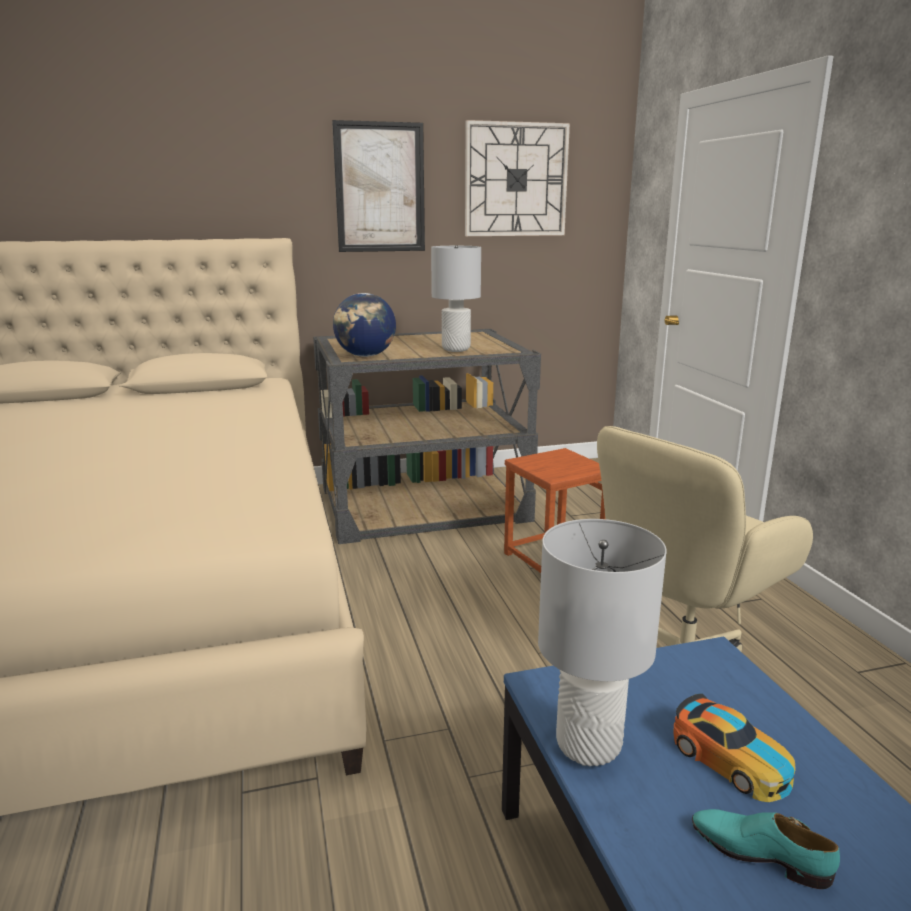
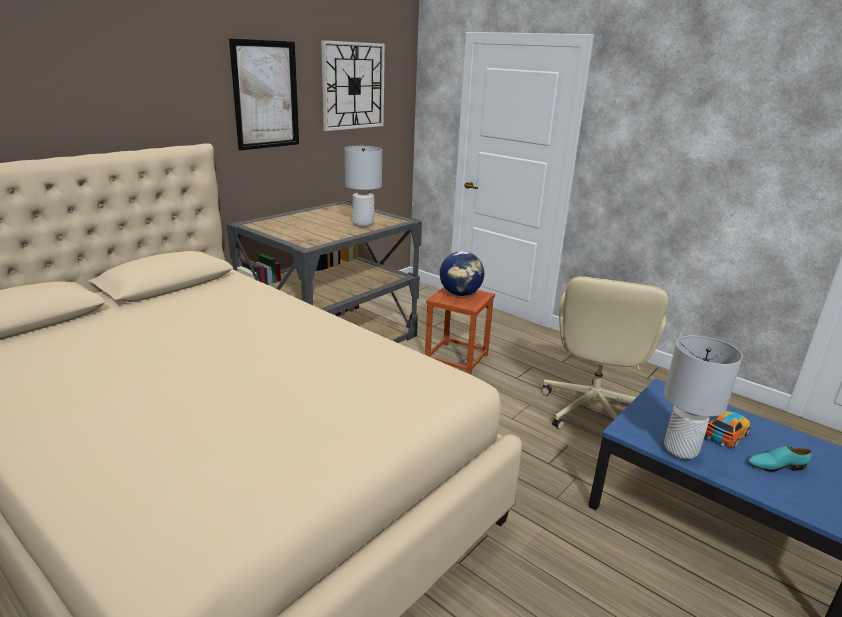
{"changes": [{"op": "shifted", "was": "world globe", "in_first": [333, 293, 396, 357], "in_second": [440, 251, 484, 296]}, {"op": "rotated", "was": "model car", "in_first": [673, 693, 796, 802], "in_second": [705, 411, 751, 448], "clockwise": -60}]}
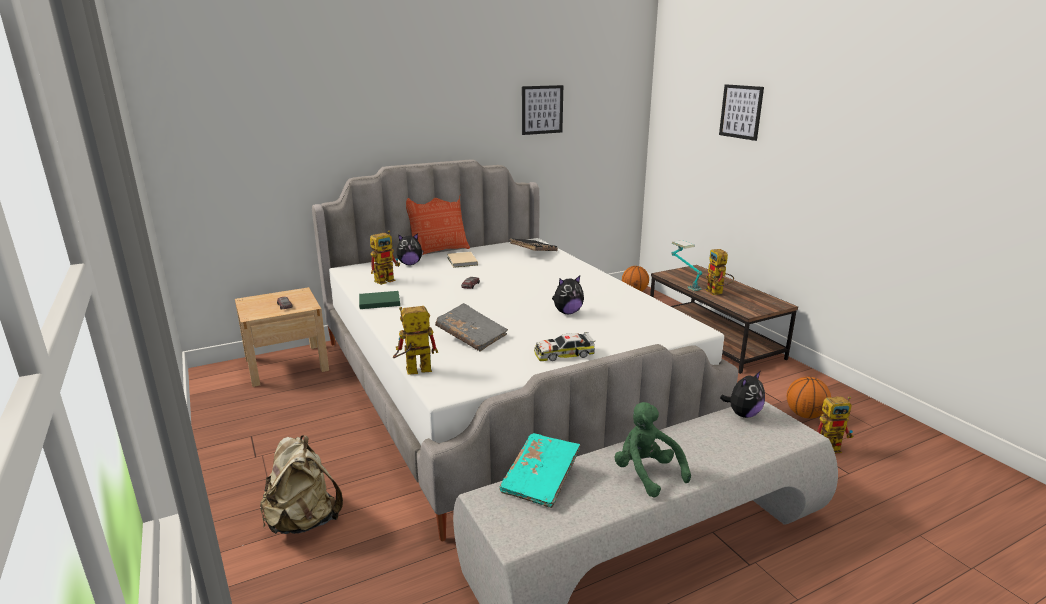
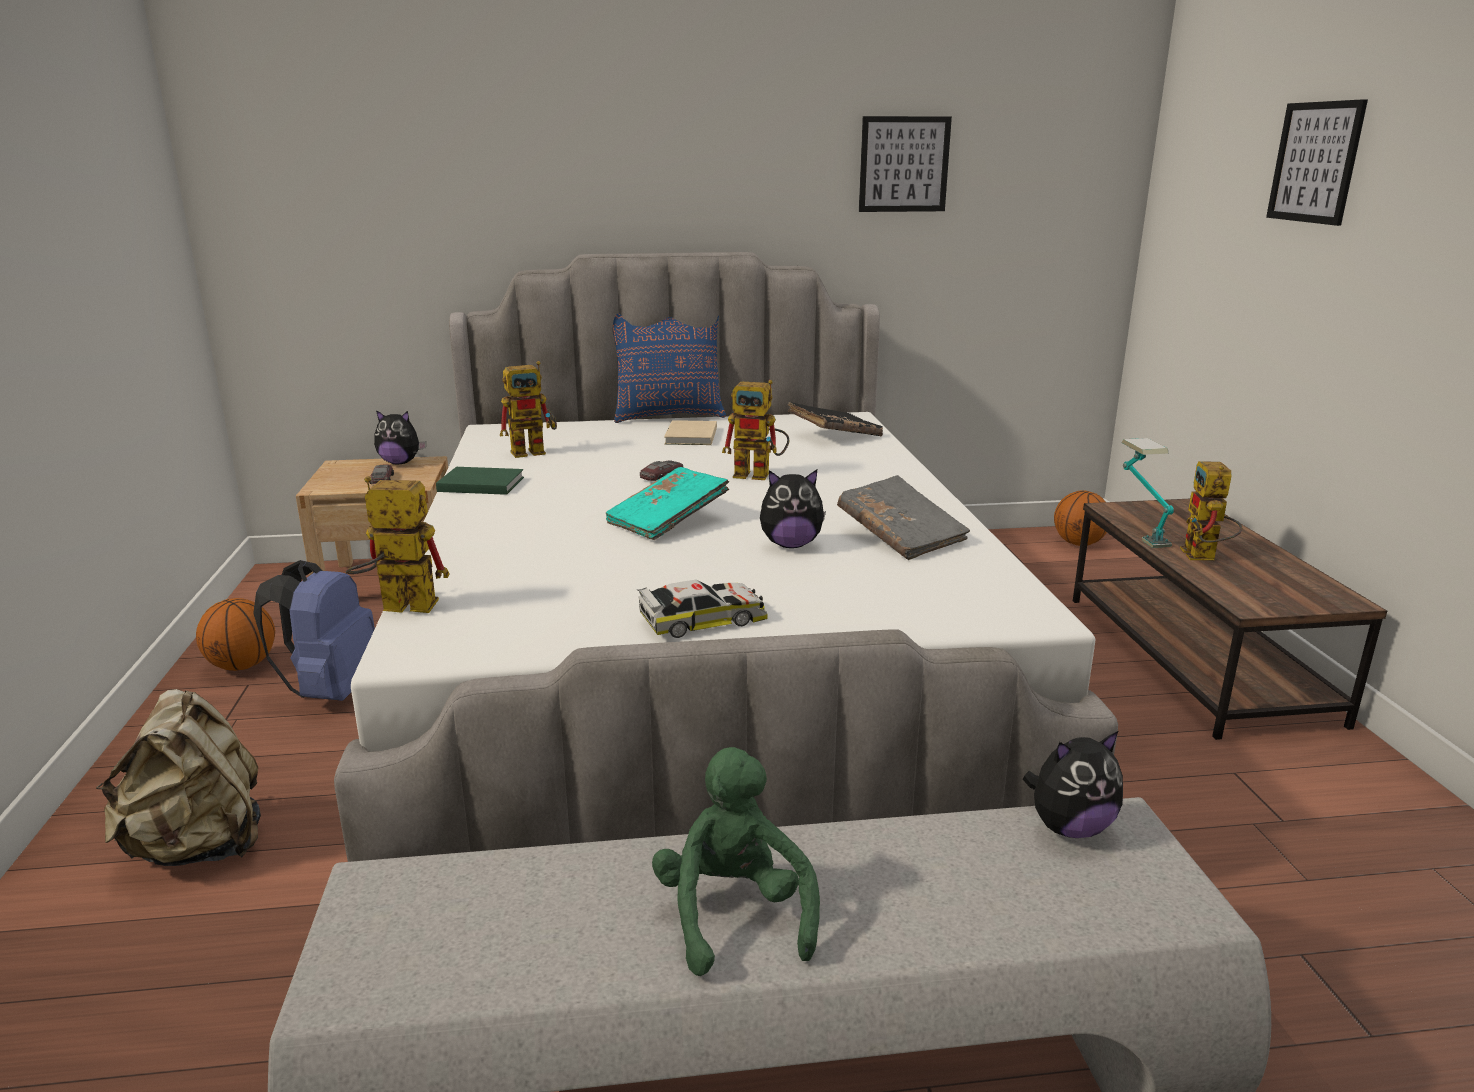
{"changes": [{"op": "shifted", "was": "basketball ball", "in_first": [787, 377, 831, 419], "in_second": [196, 598, 275, 671]}, {"op": "new", "now": "bluish rucksack", "in_second": [253, 560, 375, 701]}, {"op": "shifted", "was": "soft toy", "in_first": [396, 233, 424, 265], "in_second": [374, 410, 426, 464]}, {"op": "shifted", "was": "turquoise-coloured volume", "in_first": [499, 433, 580, 508], "in_second": [606, 467, 729, 540]}, {"op": "repainted", "was": "orangey cushion", "now": "bluish cushion", "in_first": [406, 197, 470, 255], "in_second": [613, 313, 726, 423]}, {"op": "rotated", "was": "model car", "in_first": [534, 332, 595, 361], "in_second": [637, 580, 768, 638], "clockwise": 150}, {"op": "shifted", "was": "robot figure", "in_first": [817, 396, 853, 453], "in_second": [722, 380, 789, 480]}, {"op": "shifted", "was": "gray volume", "in_first": [435, 303, 508, 351], "in_second": [837, 475, 970, 560]}]}
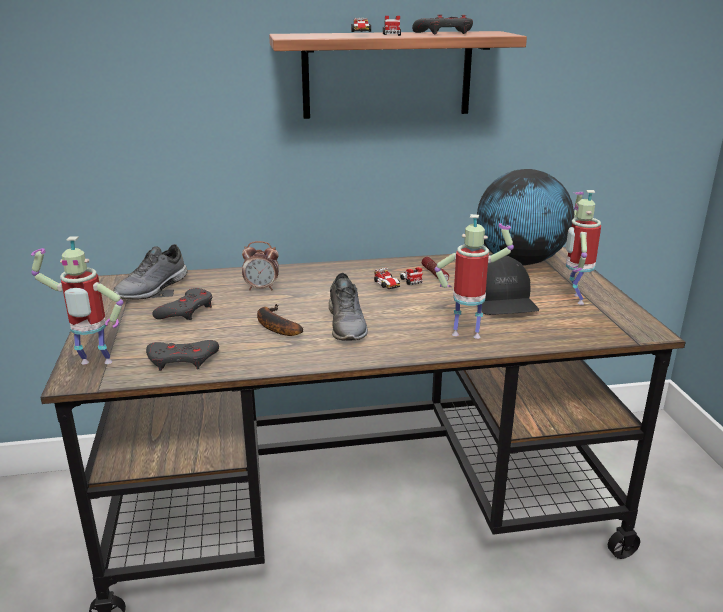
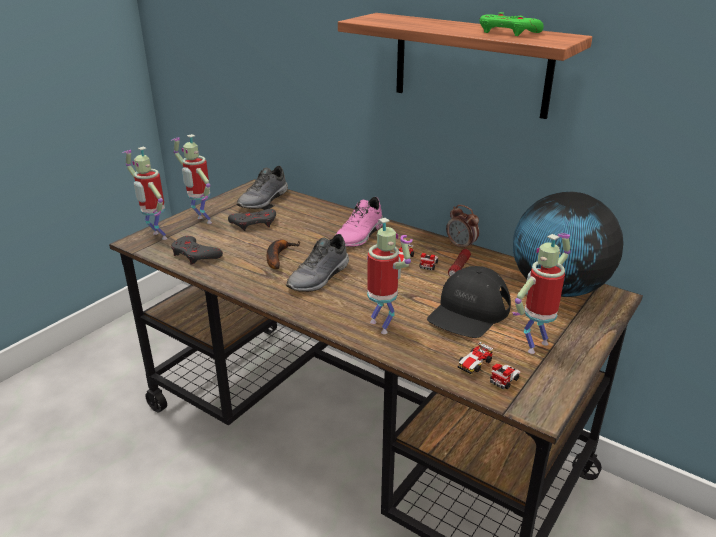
{"changes": [{"op": "new", "now": "robot figure", "in_second": [171, 134, 212, 224]}, {"op": "rotated", "was": "gray shoe", "in_first": [113, 244, 188, 300], "in_second": [236, 166, 288, 209], "clockwise": -45}, {"op": "new", "now": "pinkish shoe", "in_second": [336, 197, 383, 247]}, {"op": "shifted", "was": "alarm clock", "in_first": [242, 241, 279, 290], "in_second": [446, 205, 479, 249]}, {"op": "shifted", "was": "model car", "in_first": [351, 16, 401, 36], "in_second": [458, 342, 521, 389]}, {"op": "repainted", "was": "gray gamepad", "now": "green gamepad", "in_first": [412, 14, 473, 34], "in_second": [479, 12, 544, 36]}]}
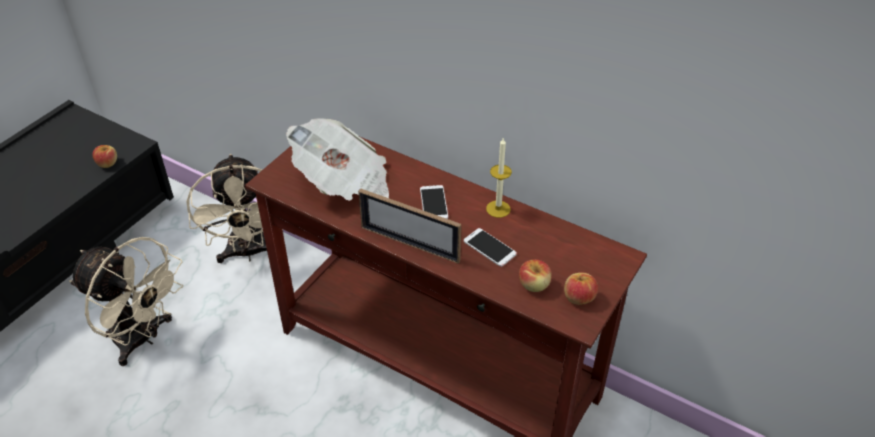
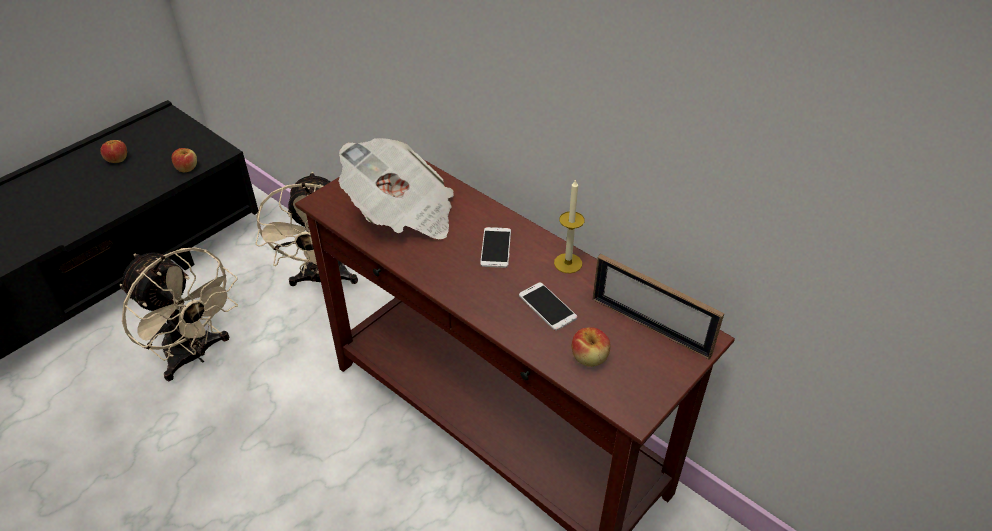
{"changes": [{"op": "shifted", "was": "whole apple", "in_first": [564, 272, 598, 305], "in_second": [100, 140, 127, 163]}, {"op": "shifted", "was": "photo frame", "in_first": [358, 189, 461, 264], "in_second": [593, 254, 724, 360]}]}
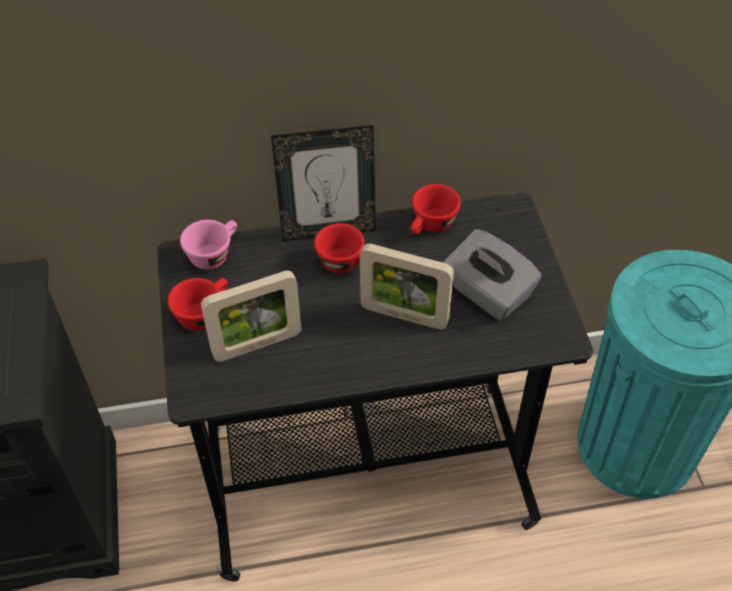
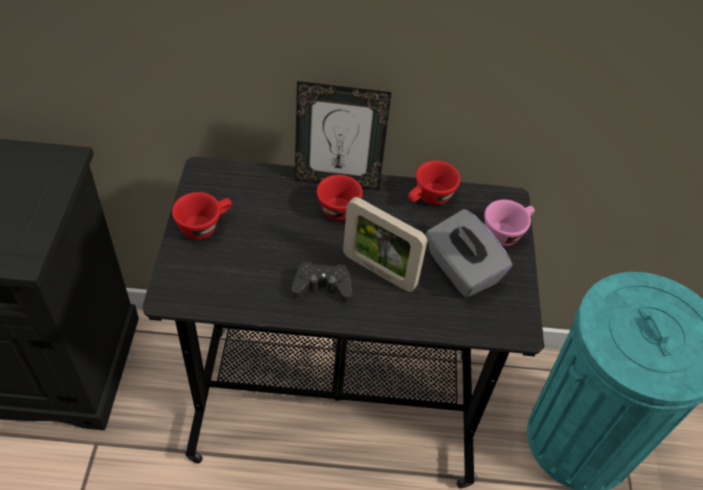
{"changes": [{"op": "new", "now": "black gamepad", "in_second": [291, 262, 352, 302]}, {"op": "shifted", "was": "pinkish drinking cup", "in_first": [180, 220, 237, 270], "in_second": [484, 200, 535, 246]}, {"op": "gone", "was": "photo frame", "in_first": [201, 270, 302, 362]}]}
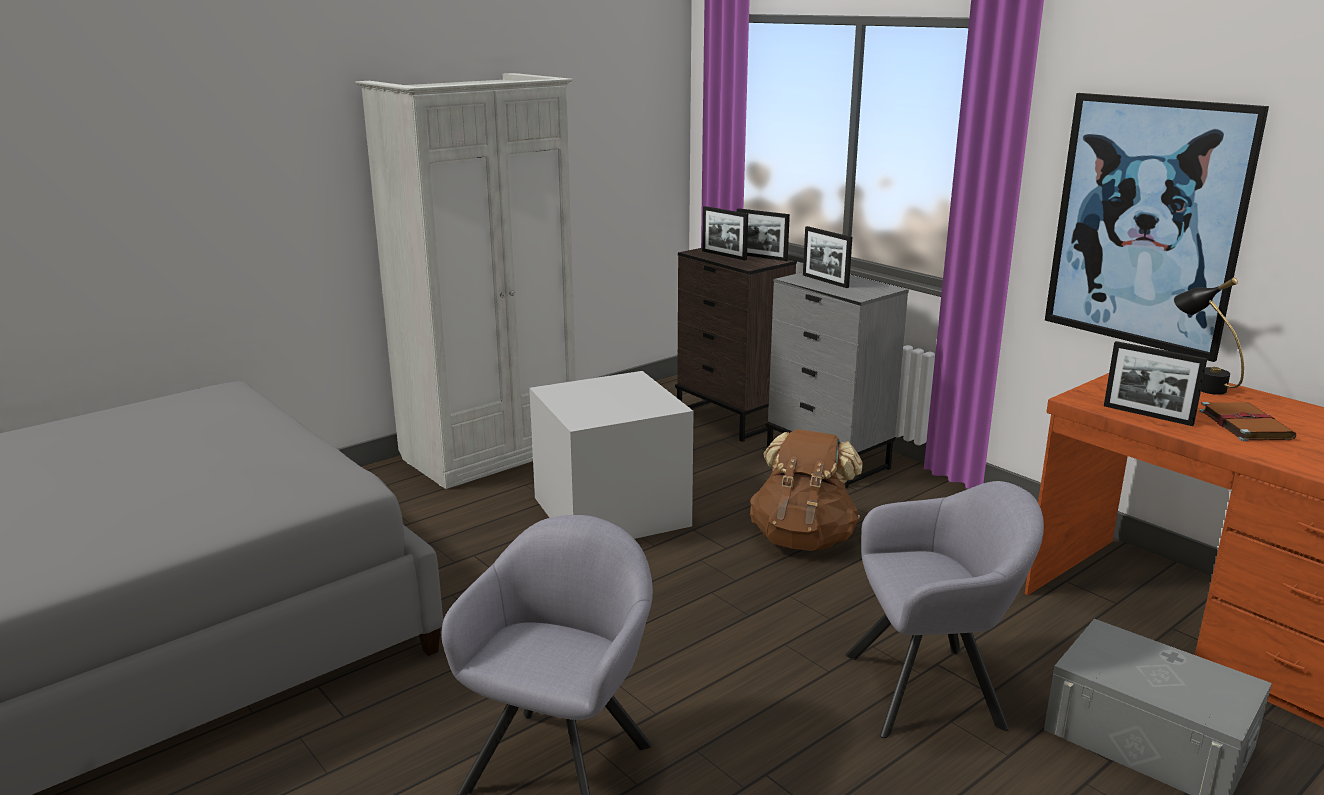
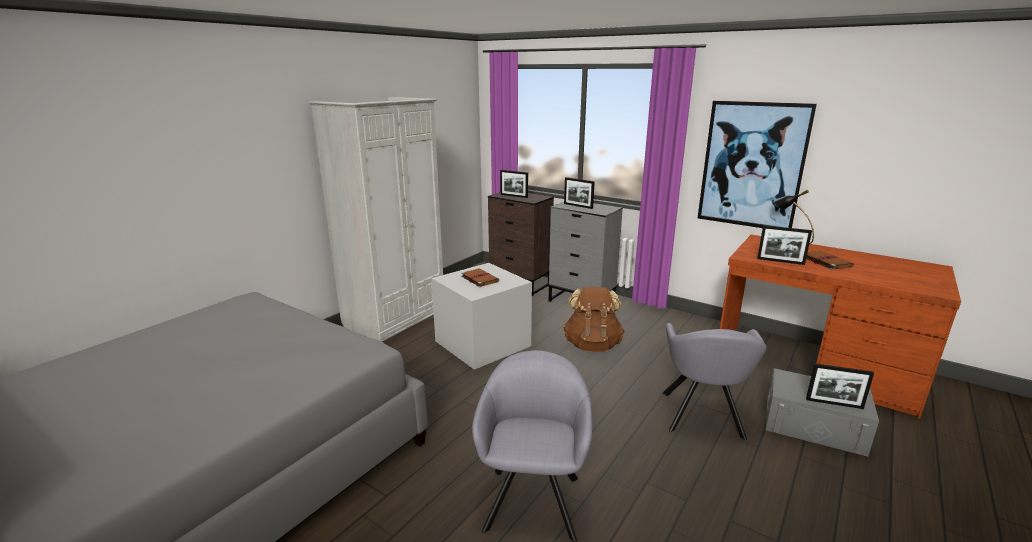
{"changes": [{"op": "new", "now": "brown volume", "in_second": [461, 269, 499, 287]}, {"op": "rotated", "was": "gray lounge chair", "in_first": [846, 481, 1044, 738], "in_second": [663, 323, 767, 440], "clockwise": 120}, {"op": "shifted", "was": "photo frame", "in_first": [737, 208, 790, 261], "in_second": [806, 363, 874, 409]}]}
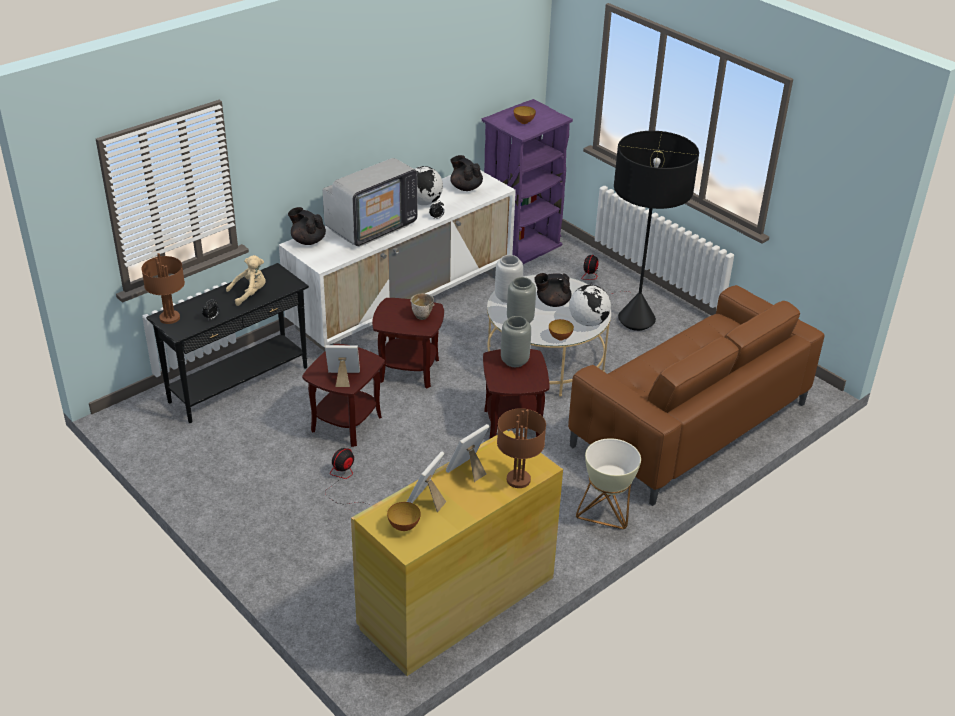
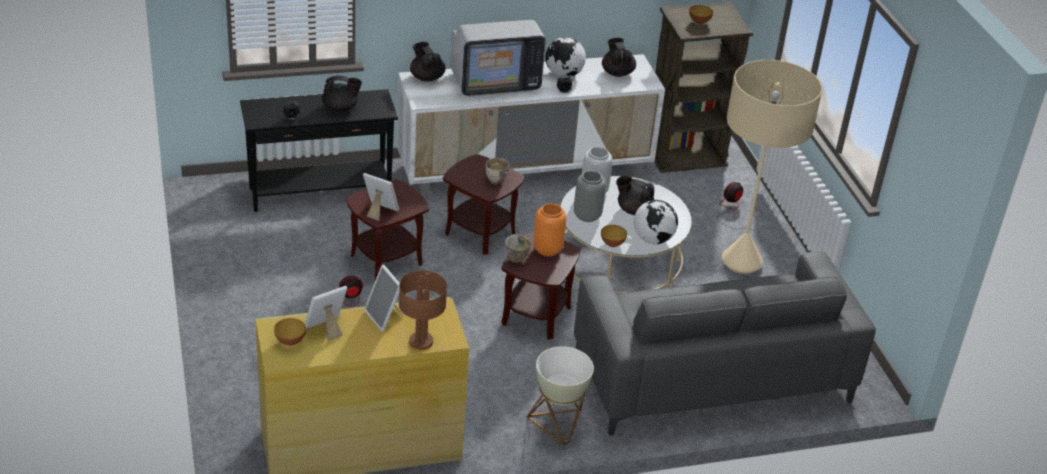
{"changes": [{"op": "swapped", "was": "sand-coloured soft toy", "now": "black teapot", "in_first": [226, 255, 266, 306], "in_second": [322, 75, 362, 112]}, {"op": "rotated", "was": "photo frame", "in_first": [446, 424, 489, 482], "in_second": [364, 265, 404, 332], "clockwise": -105}, {"op": "new", "now": "bowl", "in_second": [505, 235, 531, 263]}, {"op": "repainted", "was": "gray decorative vase", "now": "orangey decorative vase", "in_first": [501, 316, 531, 367], "in_second": [533, 203, 566, 256]}, {"op": "repainted", "was": "brown couch", "now": "gray couch", "in_first": [568, 285, 824, 506], "in_second": [574, 251, 876, 436]}, {"op": "repainted", "was": "purple bookcase", "now": "brown bookcase", "in_first": [482, 99, 573, 264], "in_second": [655, 3, 753, 173]}, {"op": "repainted", "was": "black standing lamp", "now": "sand-coloured standing lamp", "in_first": [614, 131, 699, 331], "in_second": [722, 60, 822, 274]}, {"op": "gone", "was": "brown tabletop lamp", "in_first": [141, 253, 185, 324]}]}
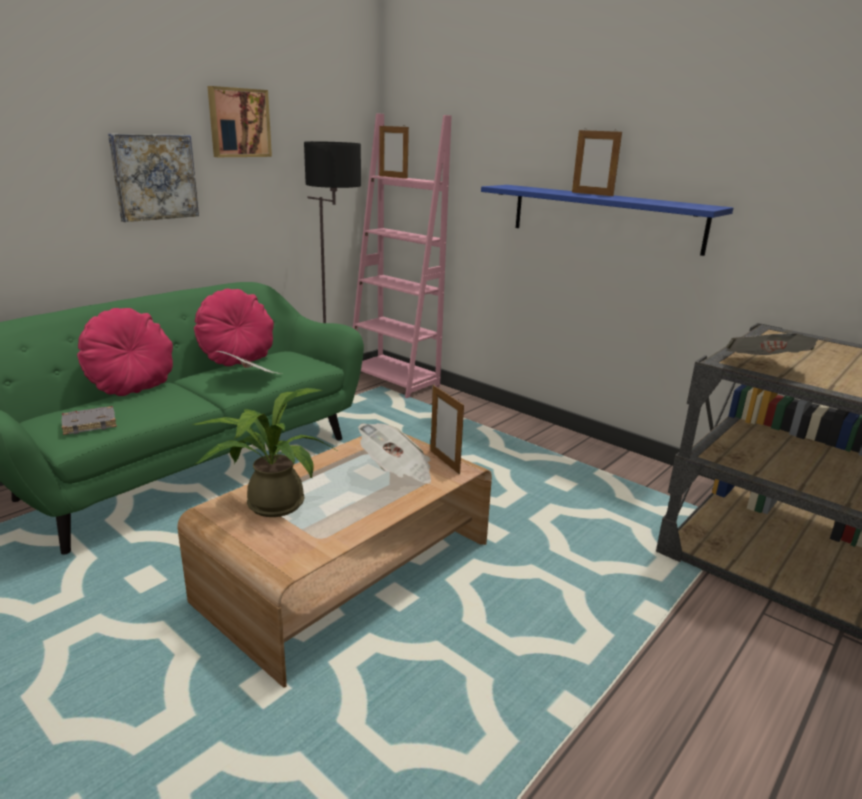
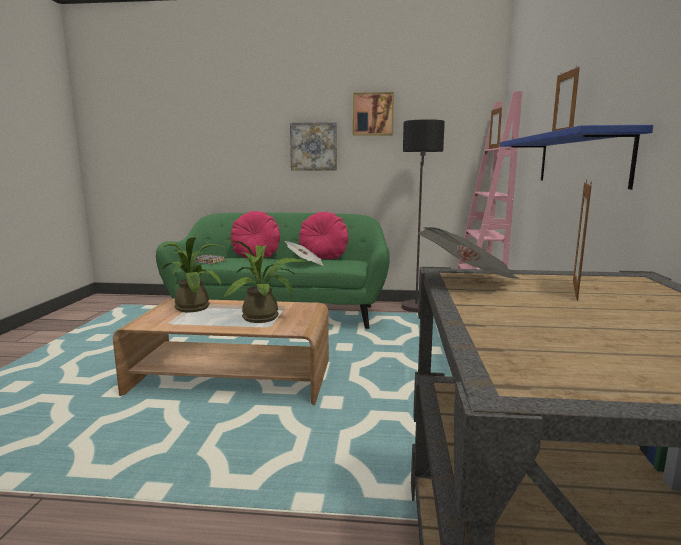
{"changes": [{"op": "swapped", "was": "daily paper", "now": "potted plant", "in_first": [358, 423, 431, 484], "in_second": [223, 240, 306, 323]}, {"op": "shifted", "was": "photo frame", "in_first": [430, 385, 464, 474], "in_second": [573, 180, 592, 300]}]}
